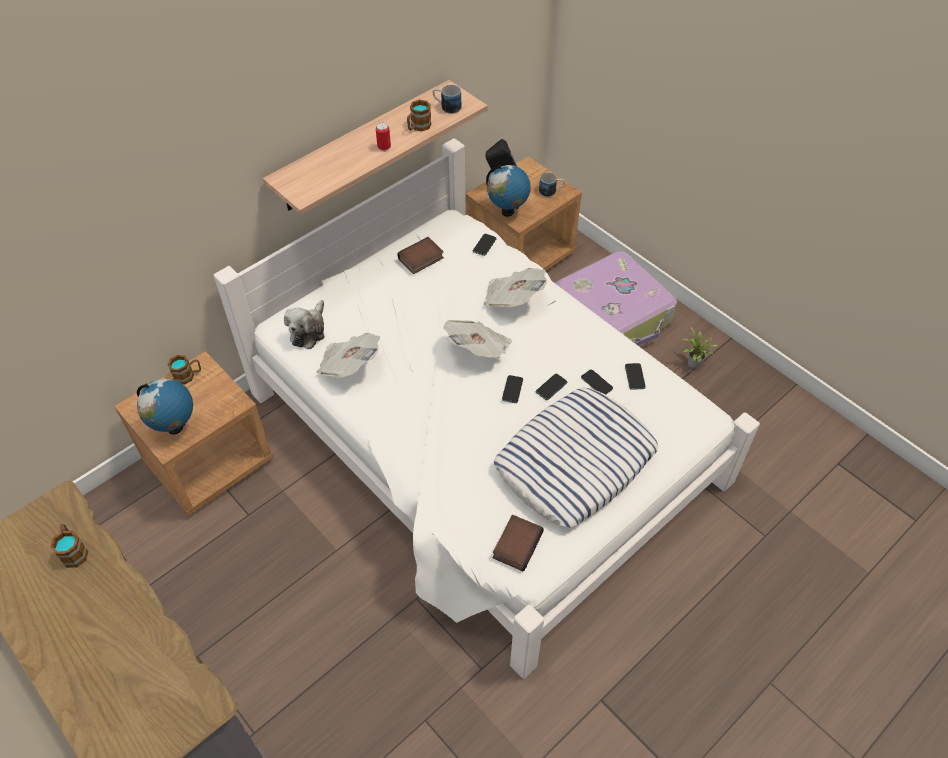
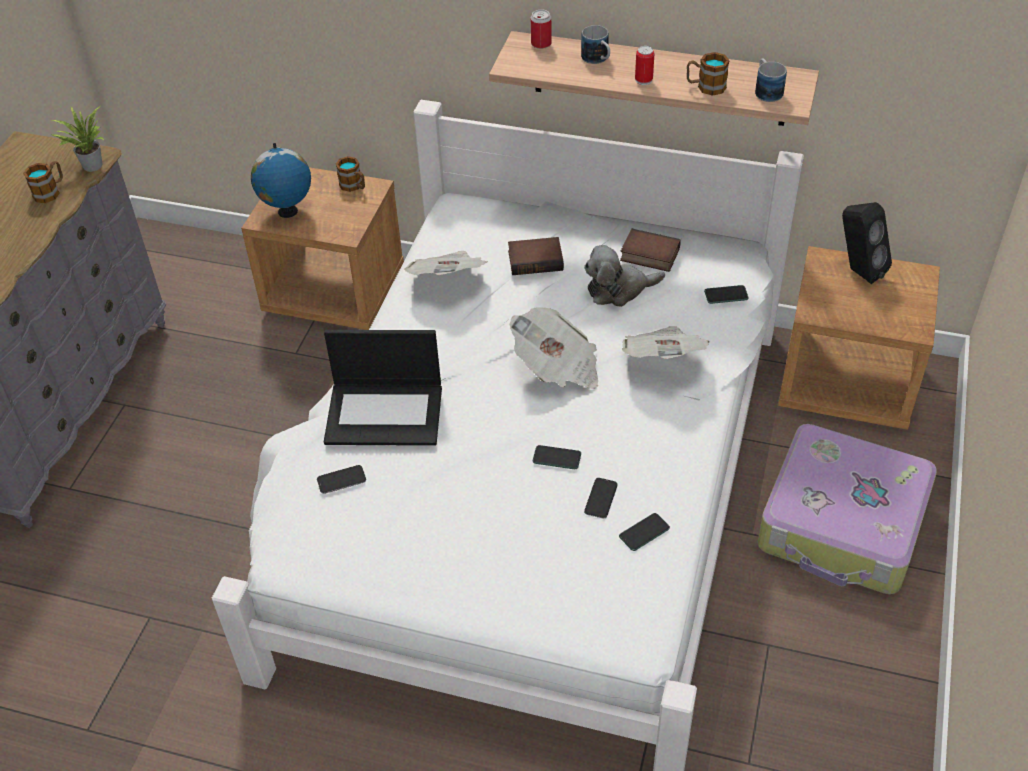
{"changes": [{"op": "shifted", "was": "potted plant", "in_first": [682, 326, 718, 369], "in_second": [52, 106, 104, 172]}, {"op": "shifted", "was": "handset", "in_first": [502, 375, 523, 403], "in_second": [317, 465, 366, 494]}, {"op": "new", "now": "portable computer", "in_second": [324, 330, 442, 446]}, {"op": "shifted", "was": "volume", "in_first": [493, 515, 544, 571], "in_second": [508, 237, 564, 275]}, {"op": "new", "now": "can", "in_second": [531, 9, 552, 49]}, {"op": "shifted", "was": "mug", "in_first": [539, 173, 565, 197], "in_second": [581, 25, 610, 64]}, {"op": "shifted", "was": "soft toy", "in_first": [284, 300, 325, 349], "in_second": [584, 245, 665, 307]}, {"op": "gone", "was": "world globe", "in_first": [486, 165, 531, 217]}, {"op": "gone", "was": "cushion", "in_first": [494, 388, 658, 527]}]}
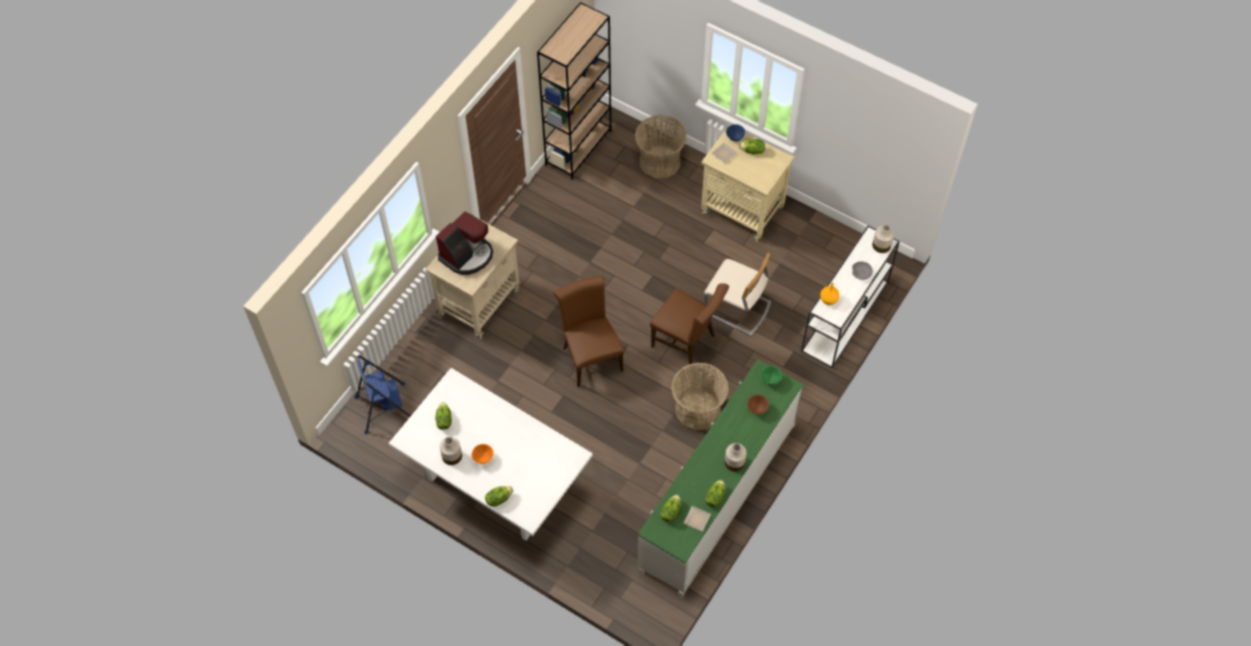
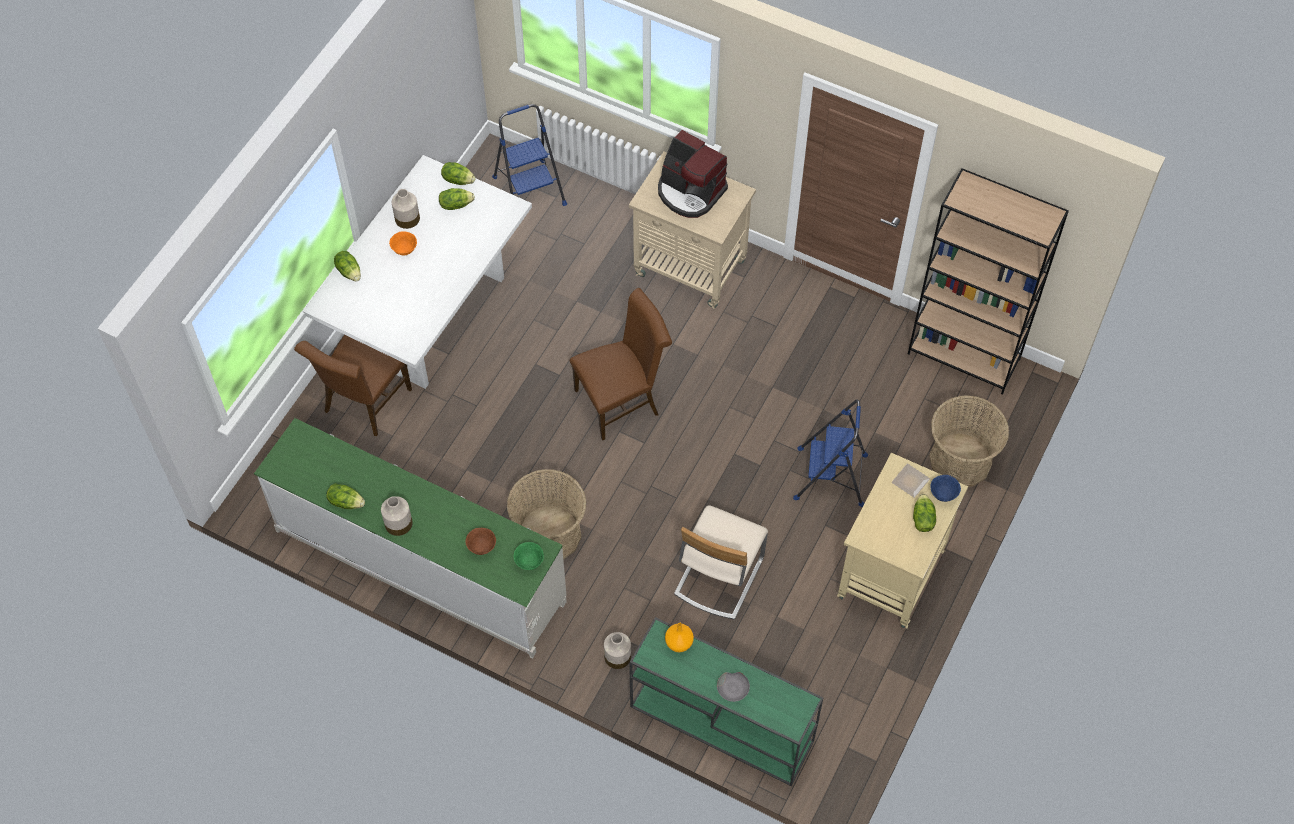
{"changes": [{"op": "shifted", "was": "brown chair", "in_first": [650, 283, 729, 364], "in_second": [294, 335, 412, 436]}, {"op": "shifted", "was": "lettuce head", "in_first": [660, 495, 681, 522], "in_second": [441, 162, 476, 185]}, {"op": "shifted", "was": "sand-coloured decorative vase", "in_first": [872, 225, 894, 253], "in_second": [604, 632, 631, 669]}, {"op": "repainted", "was": "white-coloured hall table", "now": "green hall table", "in_first": [801, 226, 900, 369], "in_second": [630, 617, 823, 786]}, {"op": "new", "now": "bluish step ladder", "in_second": [793, 400, 868, 507]}, {"op": "gone", "was": "dinner plate", "in_first": [684, 506, 711, 532]}]}
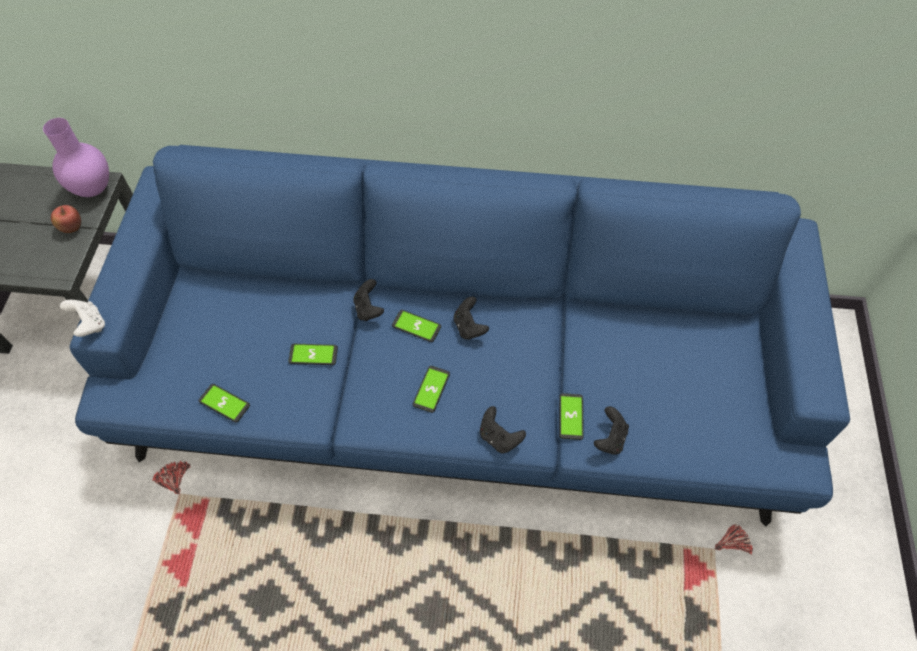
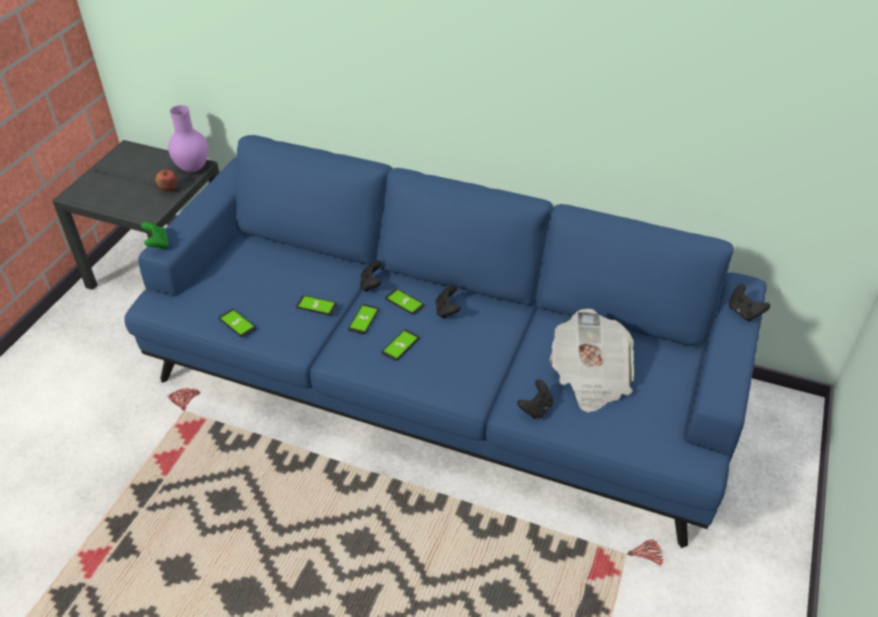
{"changes": [{"op": "repainted", "was": "white-coloured gamepad", "now": "green gamepad", "in_first": [60, 300, 105, 337], "in_second": [141, 222, 169, 250]}, {"op": "shifted", "was": "handset", "in_first": [559, 393, 584, 440], "in_second": [348, 304, 379, 334]}, {"op": "new", "now": "daily paper", "in_second": [550, 309, 634, 412]}, {"op": "shifted", "was": "black gamepad", "in_first": [480, 406, 526, 453], "in_second": [729, 284, 770, 321]}]}
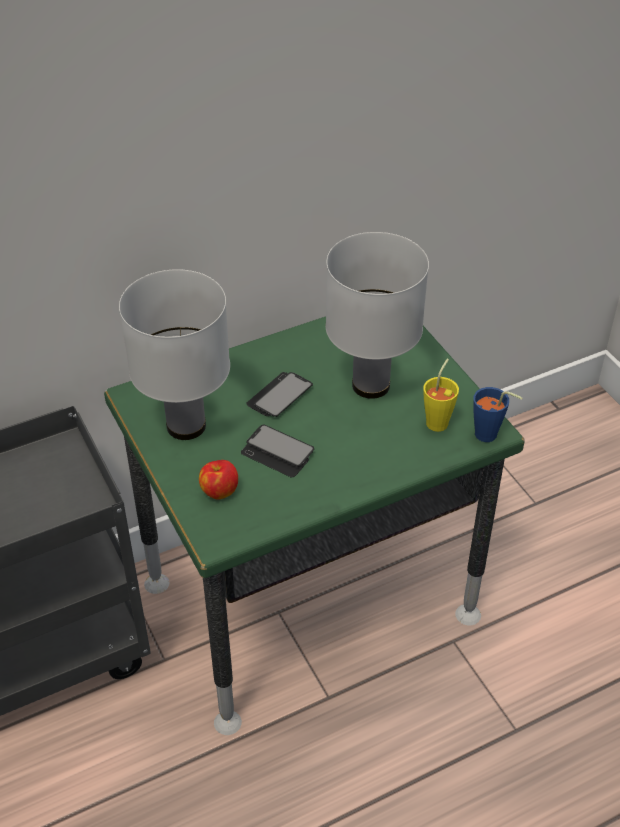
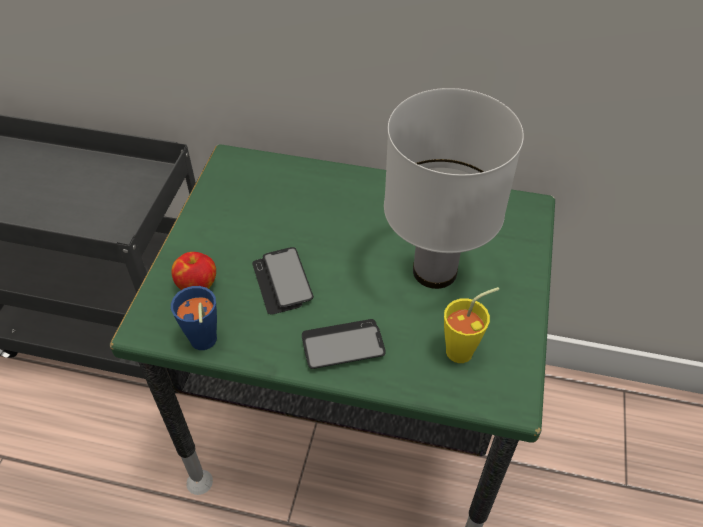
{"changes": [{"op": "shifted", "was": "bluish drinking cup", "in_first": [473, 387, 522, 442], "in_second": [171, 286, 217, 350]}, {"op": "shifted", "was": "handset", "in_first": [246, 372, 313, 417], "in_second": [302, 319, 386, 369]}, {"op": "gone", "was": "white-coloured tabletop lamp", "in_first": [119, 269, 230, 440]}]}
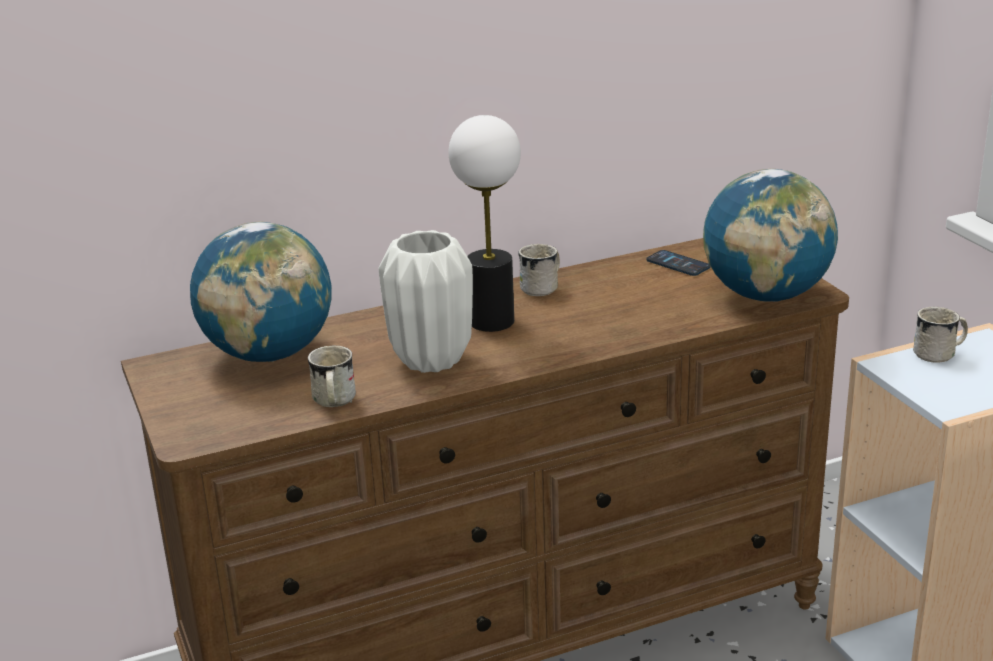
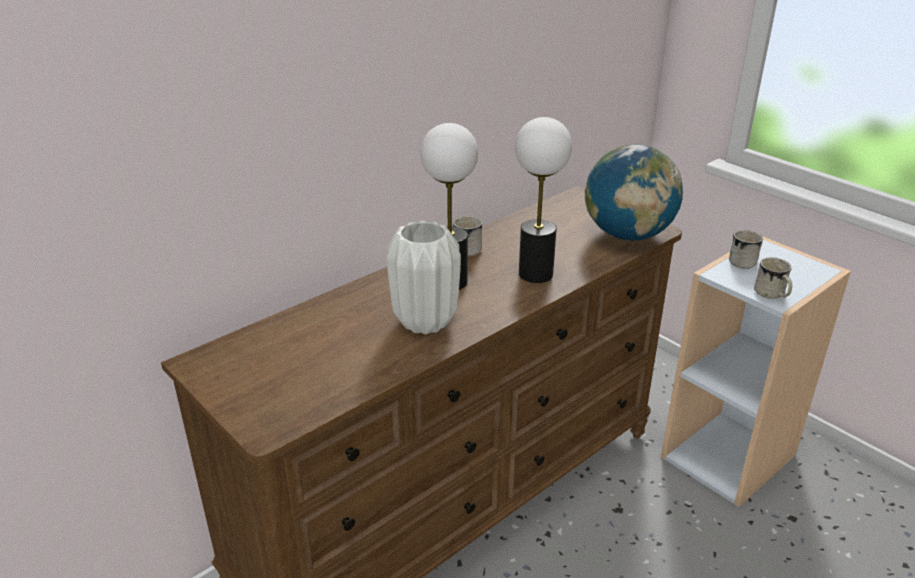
{"changes": [{"op": "new", "now": "tabletop lamp", "in_second": [515, 117, 572, 283]}, {"op": "shifted", "was": "white-coloured mug", "in_first": [308, 346, 356, 407], "in_second": [754, 257, 792, 299]}, {"op": "gone", "was": "world globe", "in_first": [190, 221, 332, 362]}, {"op": "gone", "was": "handset", "in_first": [646, 250, 711, 276]}]}
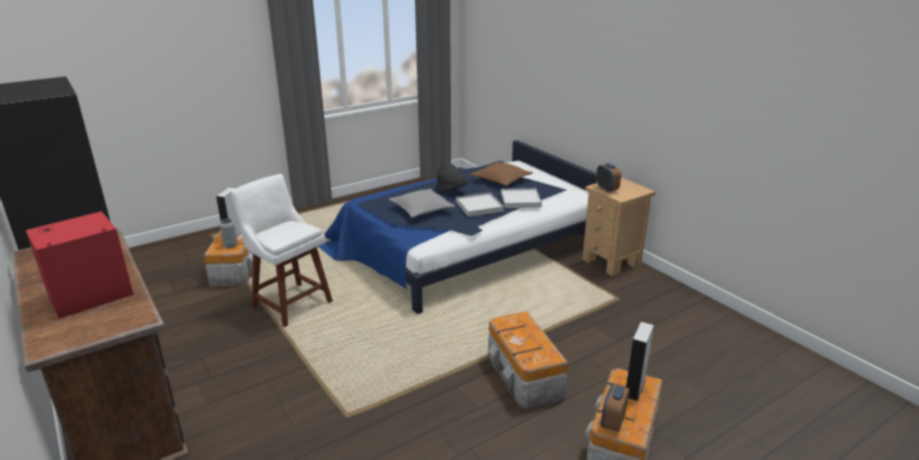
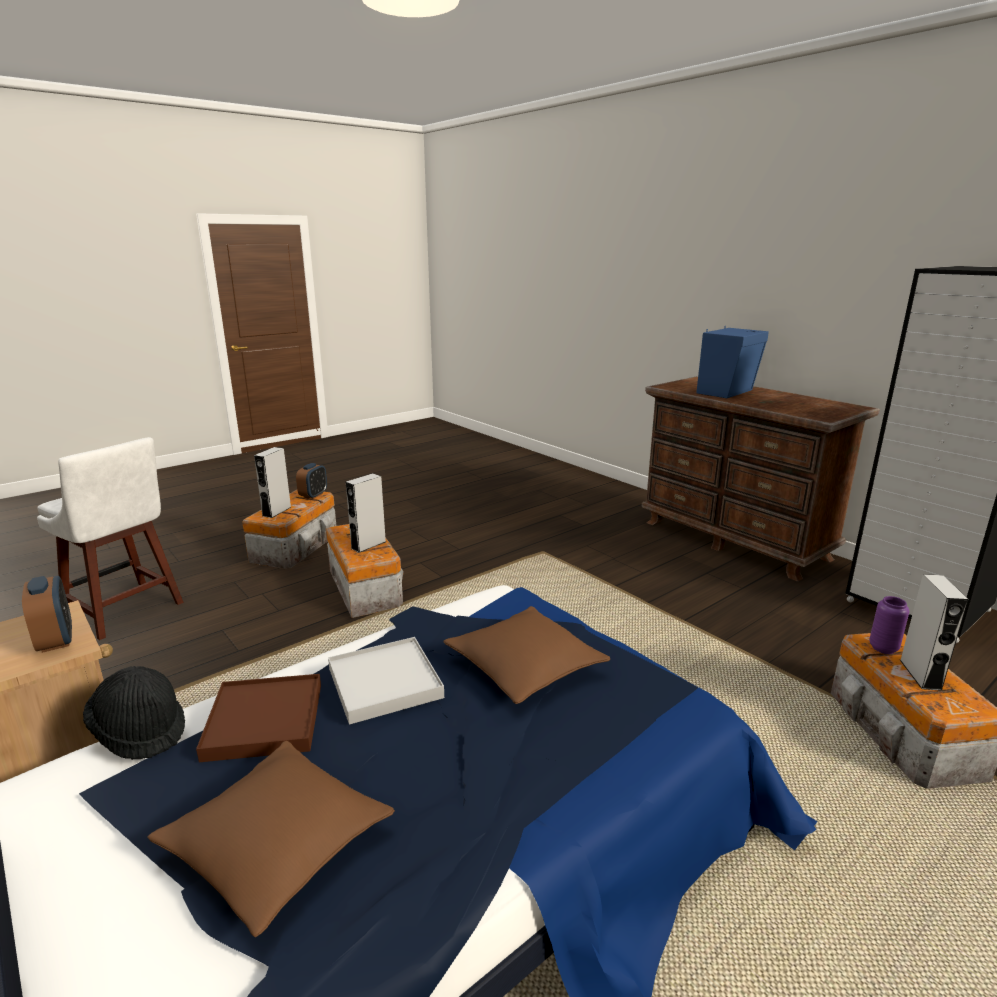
{"changes": [{"op": "shifted", "was": "white-coloured chair", "in_first": [231, 174, 333, 327], "in_second": [37, 437, 184, 640]}, {"op": "shifted", "was": "black clothing hat", "in_first": [436, 163, 468, 191], "in_second": [83, 666, 185, 760]}, {"op": "repainted", "was": "white-coloured serving tray", "now": "brown serving tray", "in_first": [501, 188, 542, 208], "in_second": [196, 674, 321, 762]}, {"op": "new", "now": "gray audio speaker", "in_second": [346, 473, 386, 553]}, {"op": "repainted", "was": "gray cushion", "now": "brown cushion", "in_first": [389, 189, 456, 218], "in_second": [444, 606, 610, 704]}, {"op": "repainted", "was": "red-coloured audio speaker", "now": "bluish audio speaker", "in_first": [26, 211, 133, 319], "in_second": [696, 326, 769, 398]}, {"op": "repainted", "was": "gray decorative vase", "now": "purple decorative vase", "in_first": [219, 218, 238, 248], "in_second": [869, 596, 909, 654]}]}
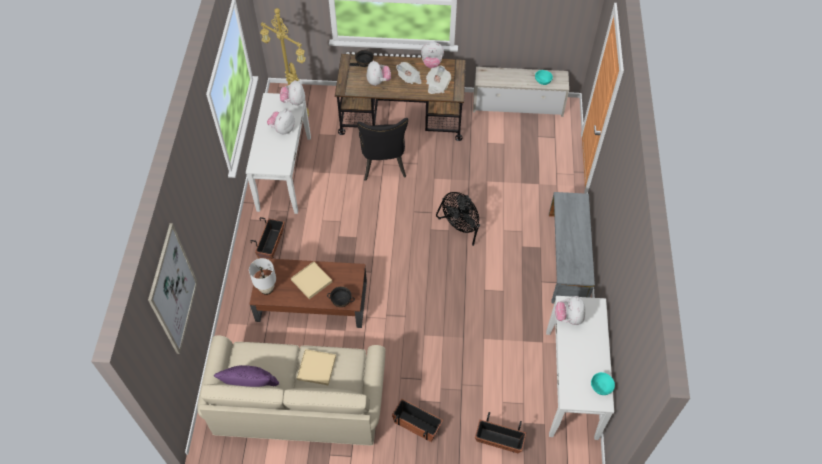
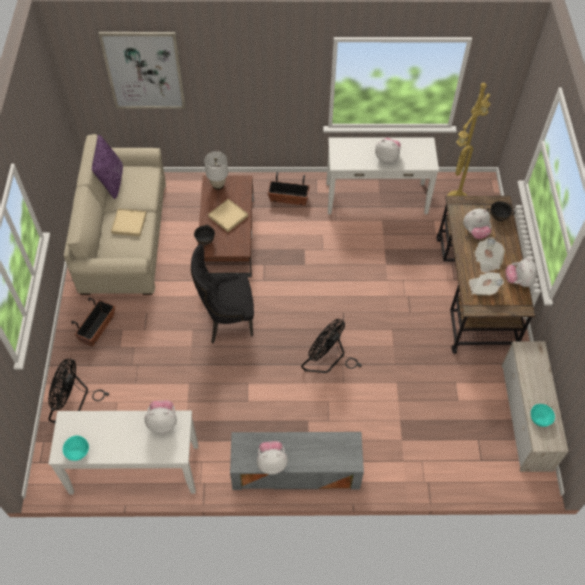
{"changes": [{"op": "swapped", "was": "planter", "now": "black cooling fan", "in_first": [475, 412, 526, 453], "in_second": [48, 359, 110, 424]}, {"op": "shifted", "was": "black chair", "in_first": [357, 118, 408, 181], "in_second": [191, 244, 254, 343]}, {"op": "shifted", "was": "soft toy", "in_first": [280, 80, 305, 105], "in_second": [257, 441, 288, 475]}]}
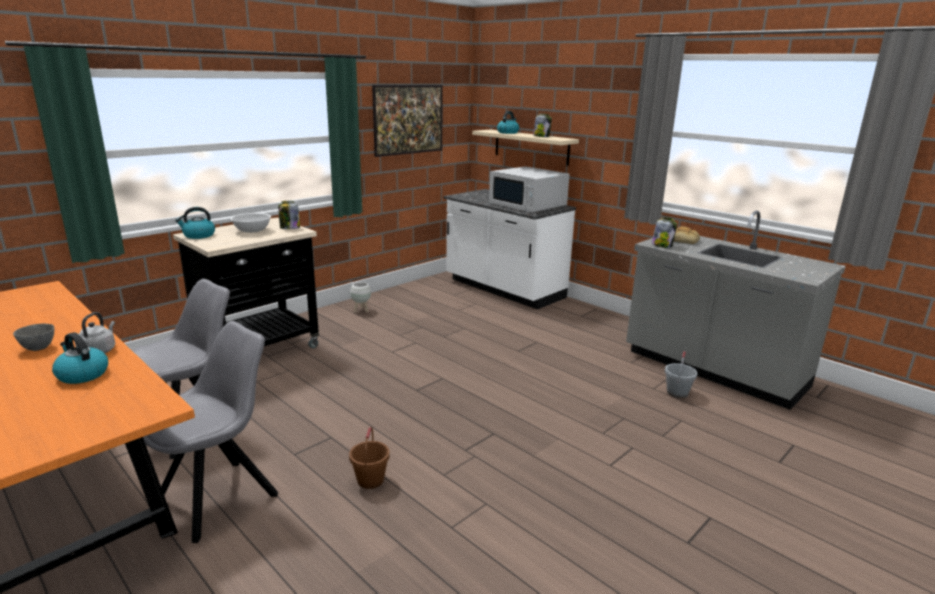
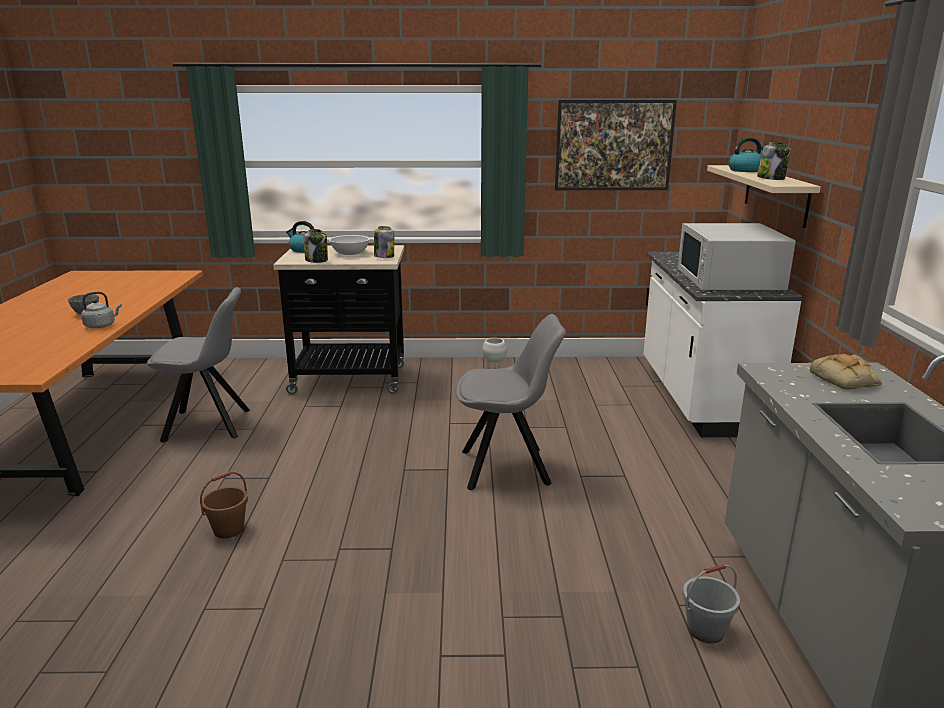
{"changes": [{"op": "shifted", "was": "storage jar", "in_first": [652, 217, 677, 248], "in_second": [304, 229, 328, 263]}, {"op": "shifted", "was": "gray chair", "in_first": [143, 321, 278, 543], "in_second": [455, 314, 566, 490]}, {"op": "gone", "was": "tea kettle", "in_first": [52, 332, 108, 384]}]}
